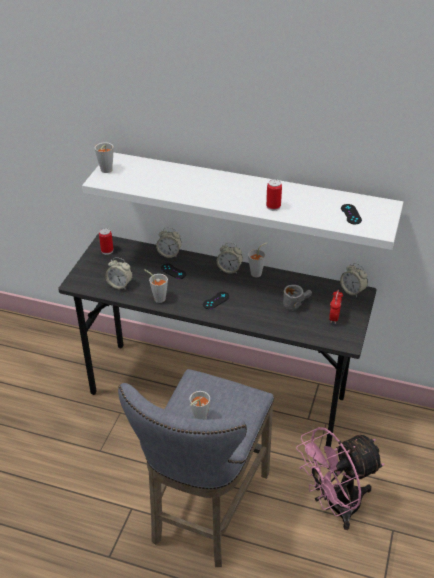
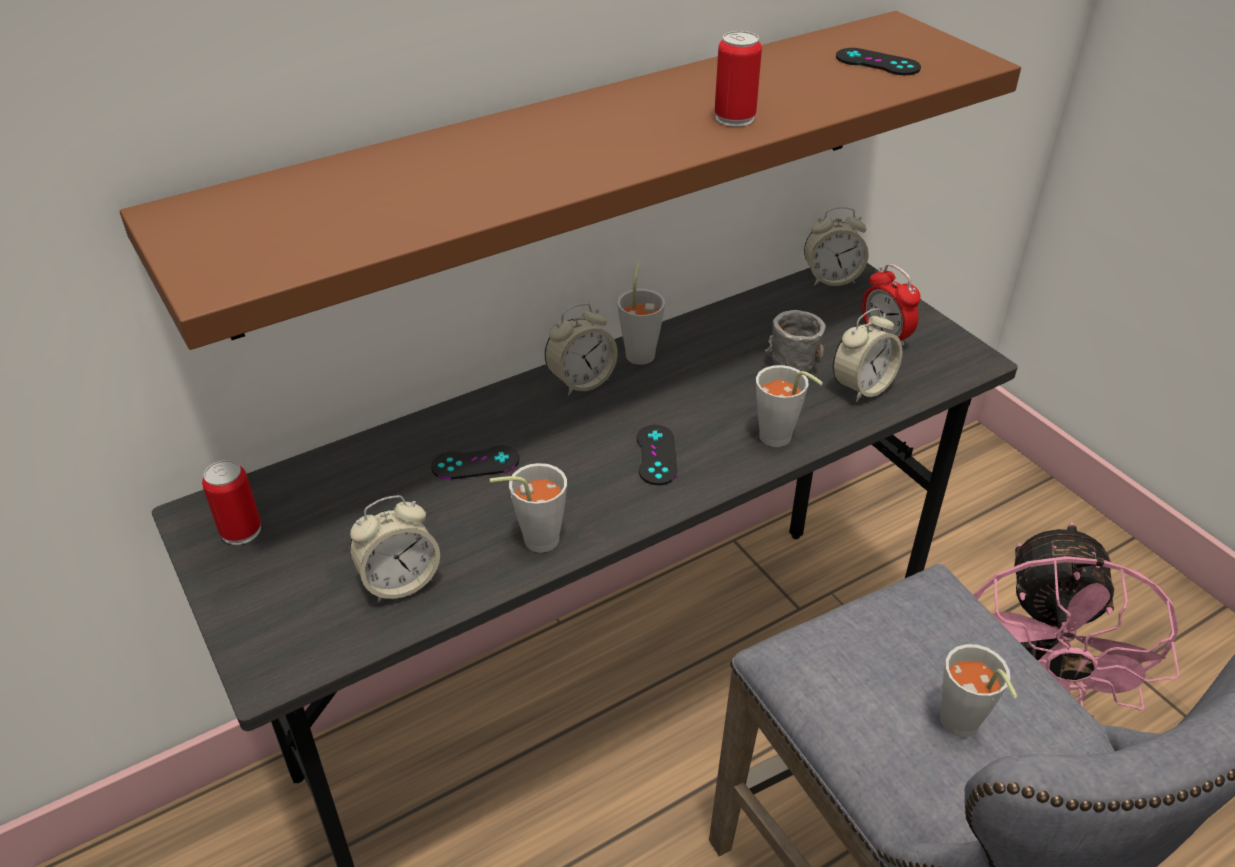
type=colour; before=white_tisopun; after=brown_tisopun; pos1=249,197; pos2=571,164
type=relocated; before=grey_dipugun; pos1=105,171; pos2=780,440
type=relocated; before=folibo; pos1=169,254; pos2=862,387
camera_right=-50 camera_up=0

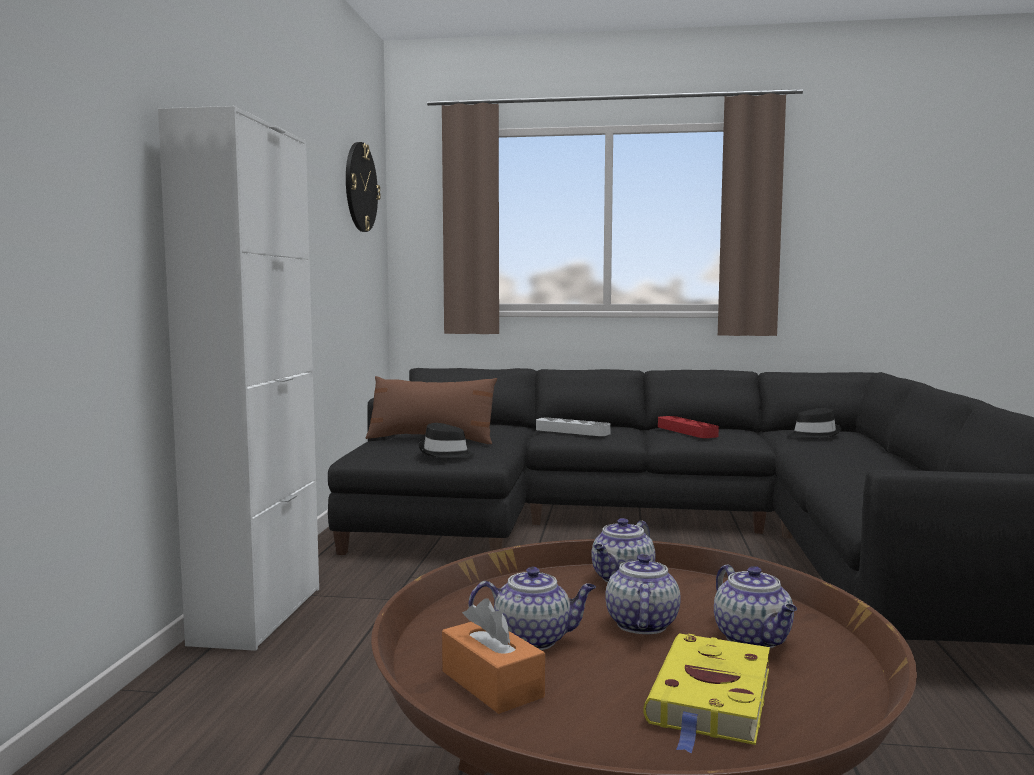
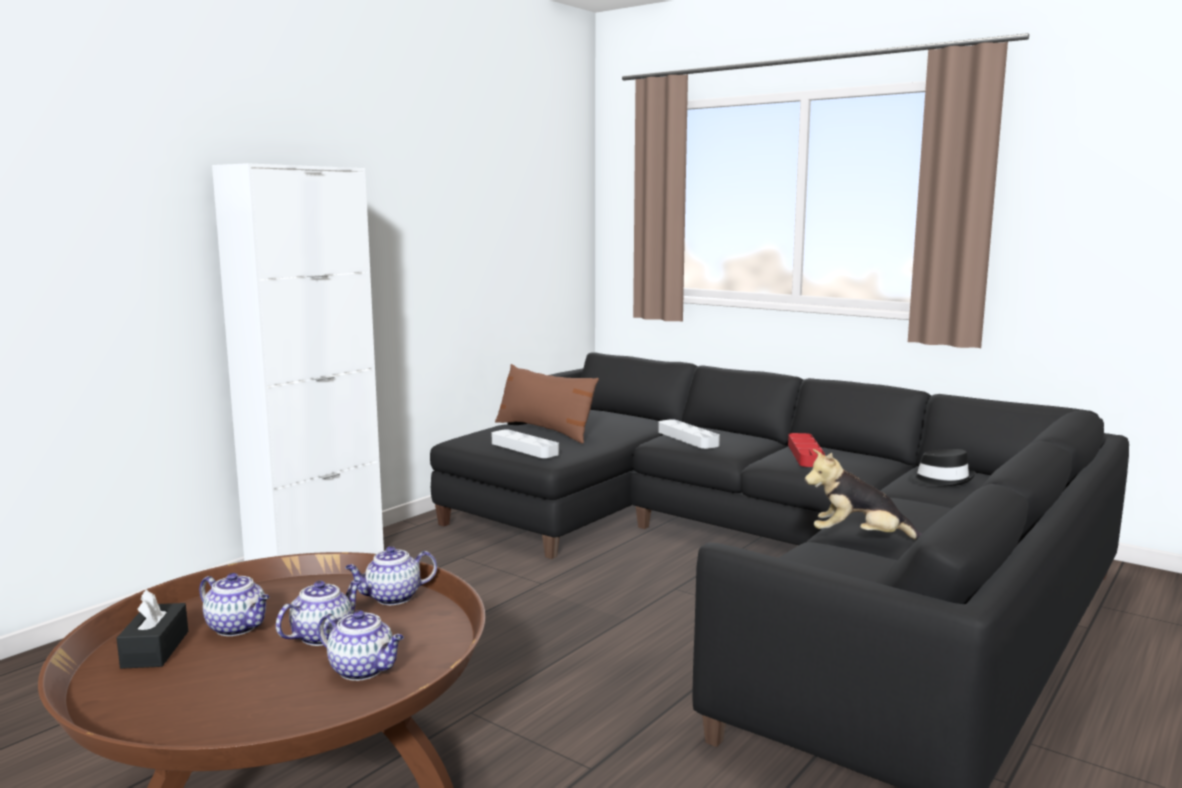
type=colour; before=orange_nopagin; after=black_nopagin; pos1=492,684; pos2=155,649
type=spun; before=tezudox; pos1=754,640; pos2=363,670; turn=-75
type=exchanged; before=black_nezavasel; after=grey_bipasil; pos1=445,453; pos2=524,448
type=appeared; after=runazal; pos2=859,538
type=missing; before=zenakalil; pos1=360,187
type=missing; before=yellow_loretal; pos1=711,699
camera_right=30 camera_up=5

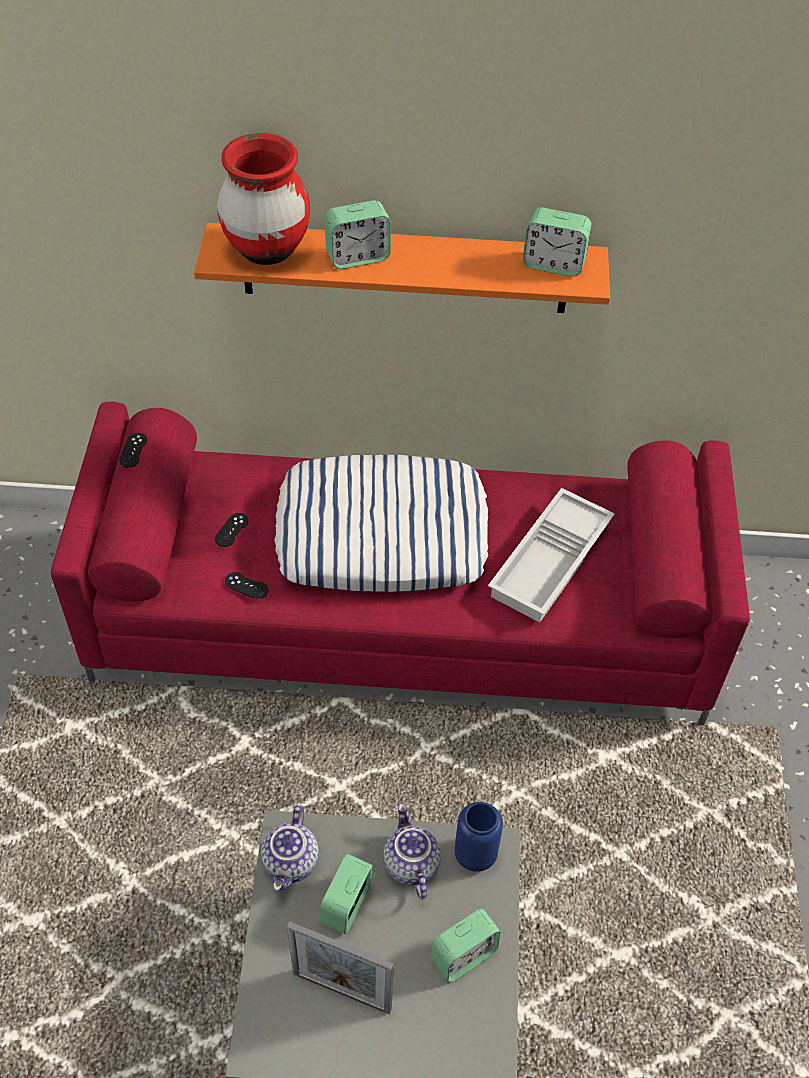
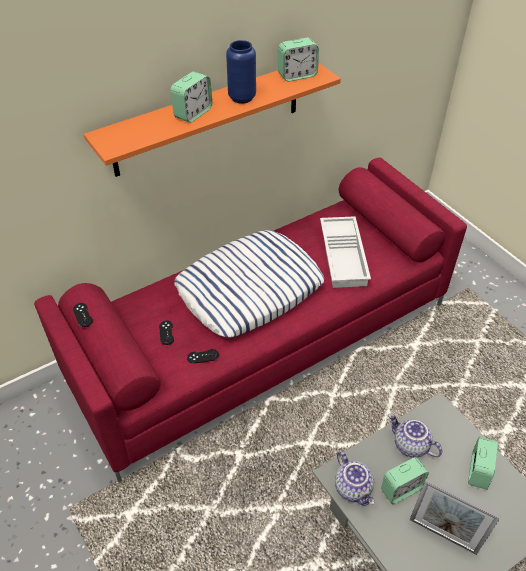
type=relocated; before=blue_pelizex; pos1=475,855; pos2=242,98
type=spun; before=folibo; pos1=346,905; pos2=401,489; turn=-105
type=spun; before=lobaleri; pos1=342,991; pos2=442,535; turn=45
type=missing; before=red_pelizex; pos1=266,249
camera_right=-35 camera_up=-5

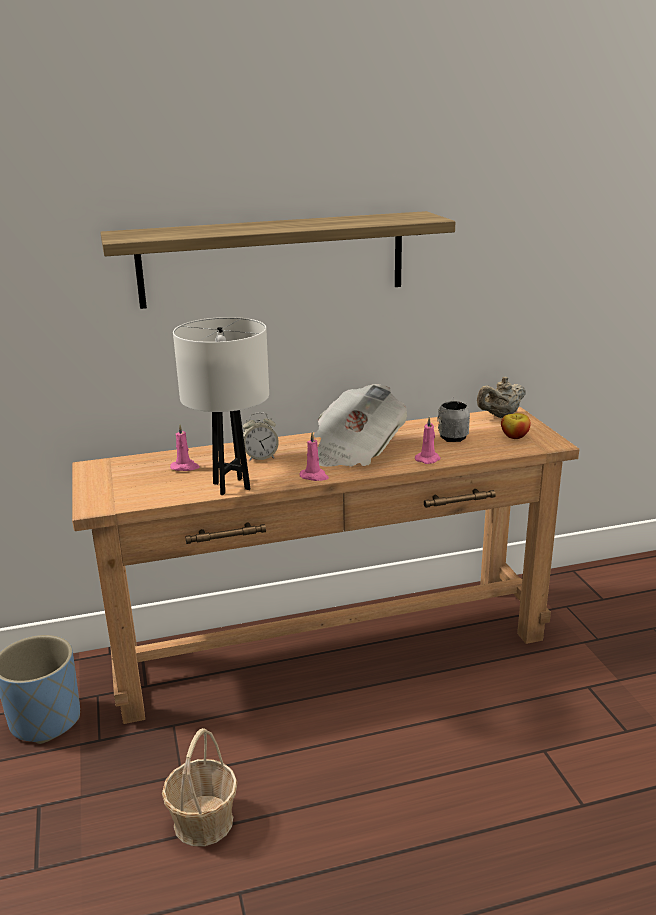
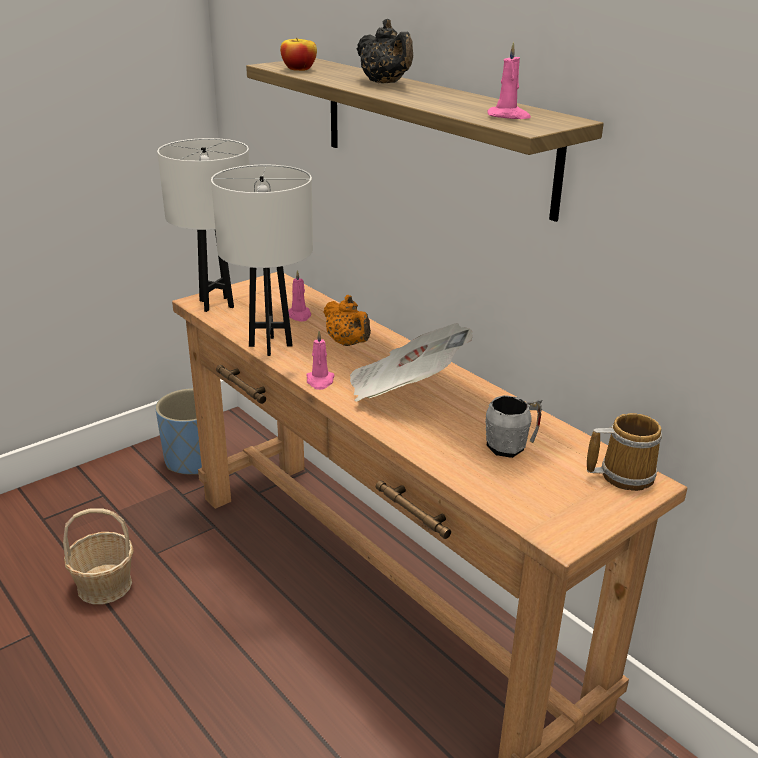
type=appeared; after=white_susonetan; pos2=216,304
type=relocated; before=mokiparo; pos1=514,436; pos2=299,69
type=exchanged; before=folibo; after=orange_tezudox; pos1=260,457; pos2=348,343
type=appeared; after=black_tezudox; pos2=385,83
type=relocated; before=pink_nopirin; pos1=428,459; pos2=509,116
type=exchanged; before=beige_tezudox; after=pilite; pos1=500,416; pos2=623,474
camera_right=65 camera_up=5

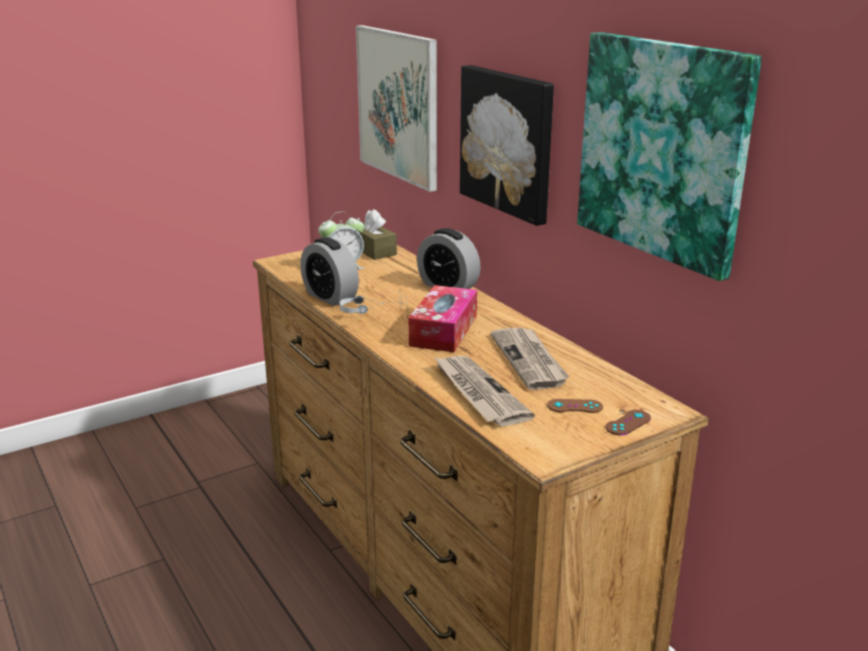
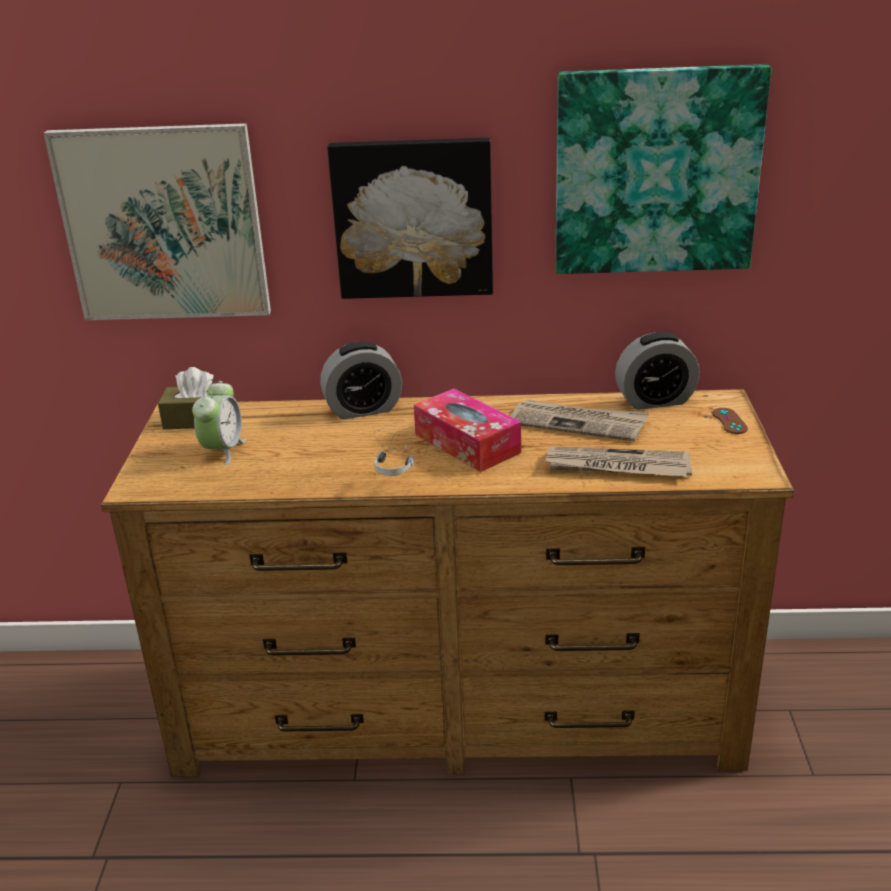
type=relocated; before=folibo; pos1=330,297; pos2=655,401
type=missing; before=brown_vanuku; pos1=575,406
camera_right=-55 camera_up=5

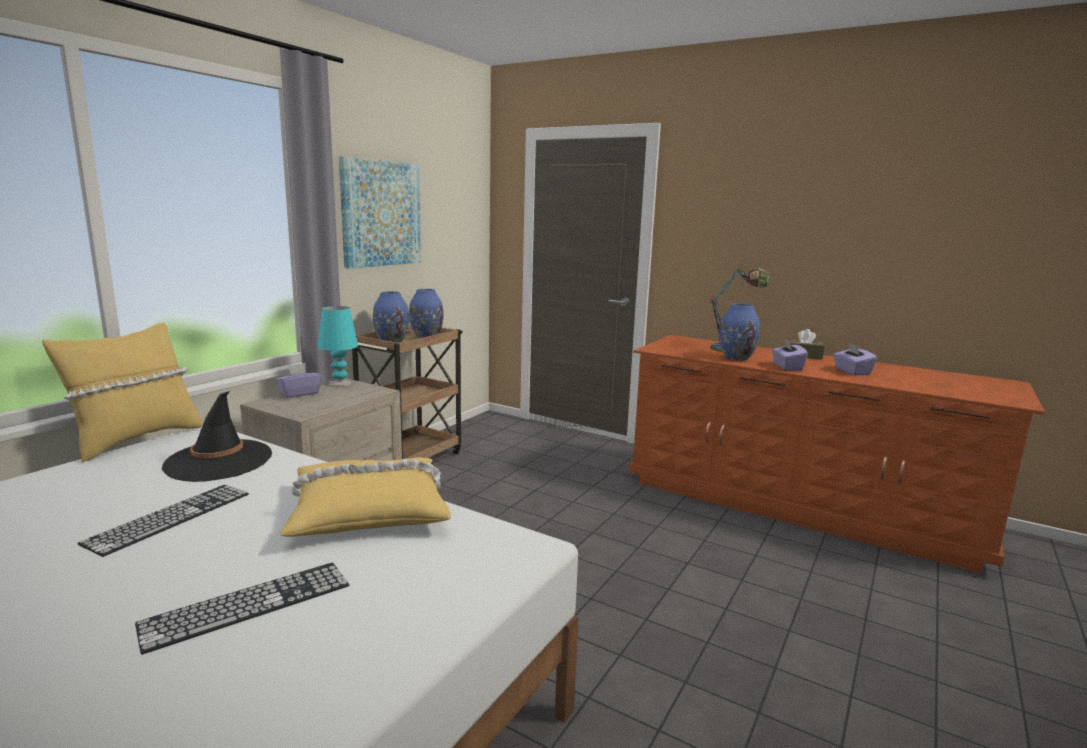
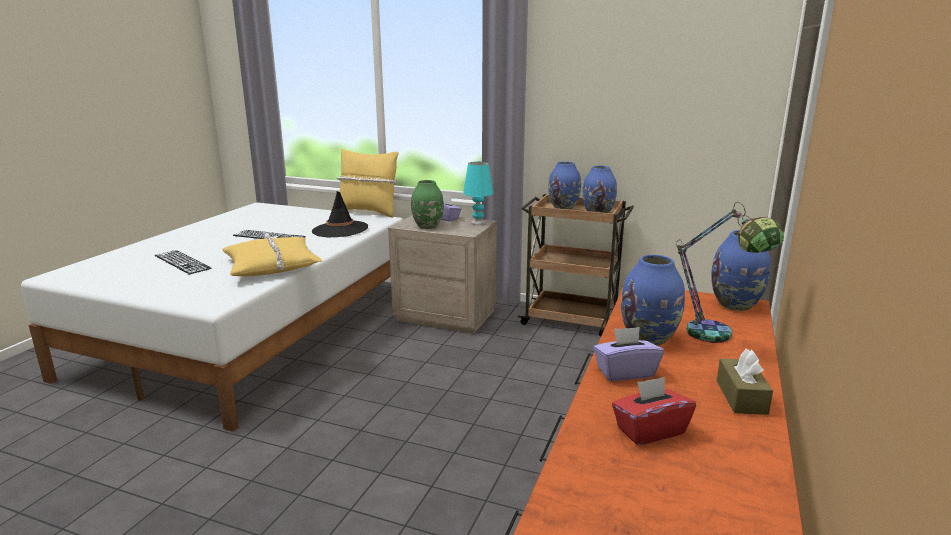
type=appeared; after=green_pelizex; pos2=428,226
type=colour; before=purple_nopagin; after=red_nopagin; pos1=851,372; pos2=649,430
type=appeared; after=blue_pelizex; pos2=735,305
type=missing; before=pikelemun; pos1=381,213
camera_right=80 camera_up=5

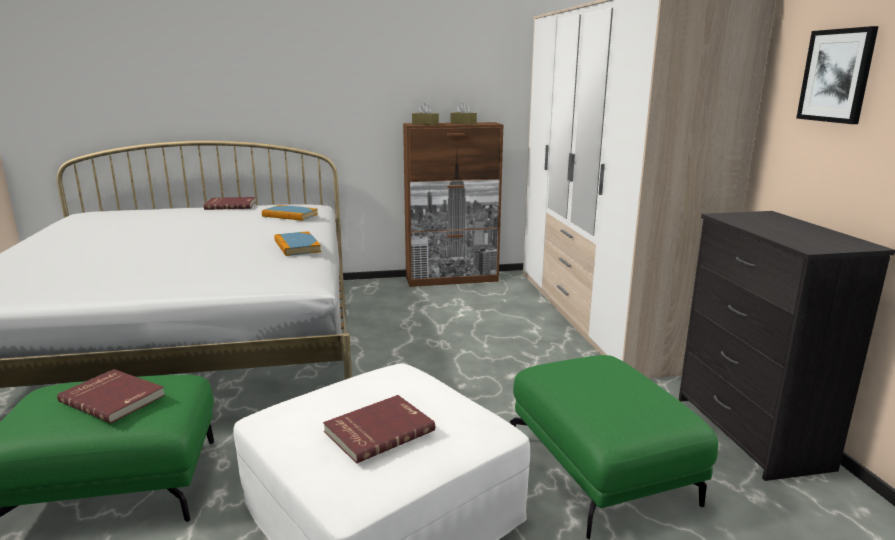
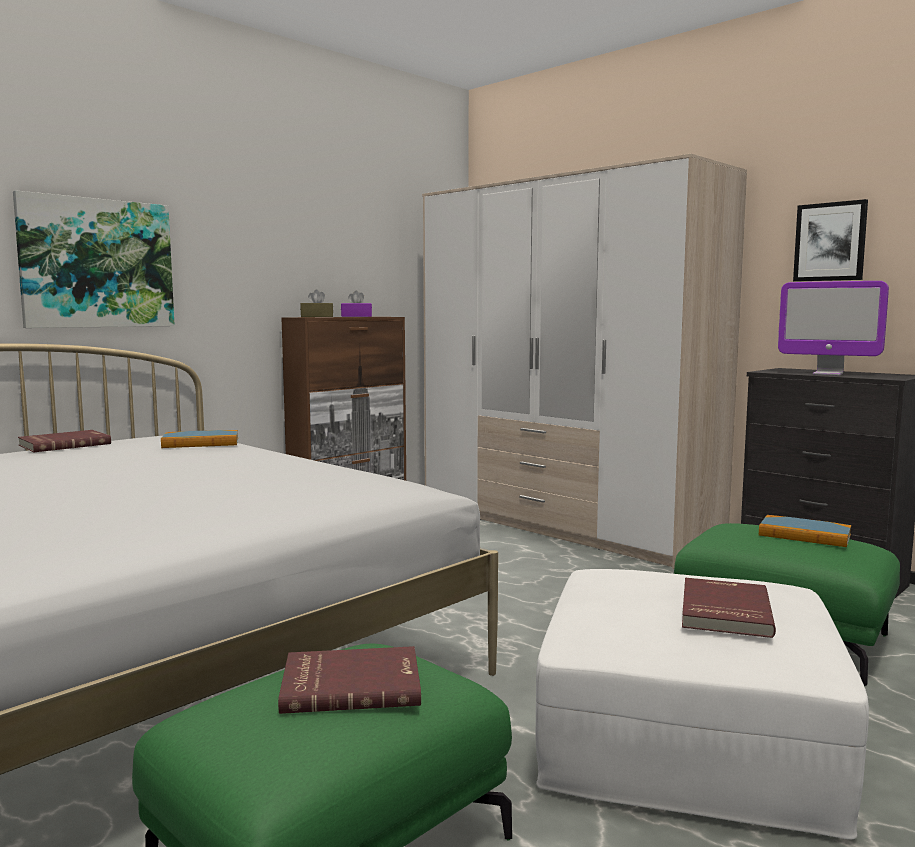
type=appeared; after=pikelemun; pos2=97,263
type=colour; before=brown_nopagin; after=purple_nopagin; pos1=463,123; pos2=356,316
type=relocated; before=loretal; pos1=297,246; pos2=804,535
type=appeared; after=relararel; pos2=828,374
camera_right=-35 camera_up=-10

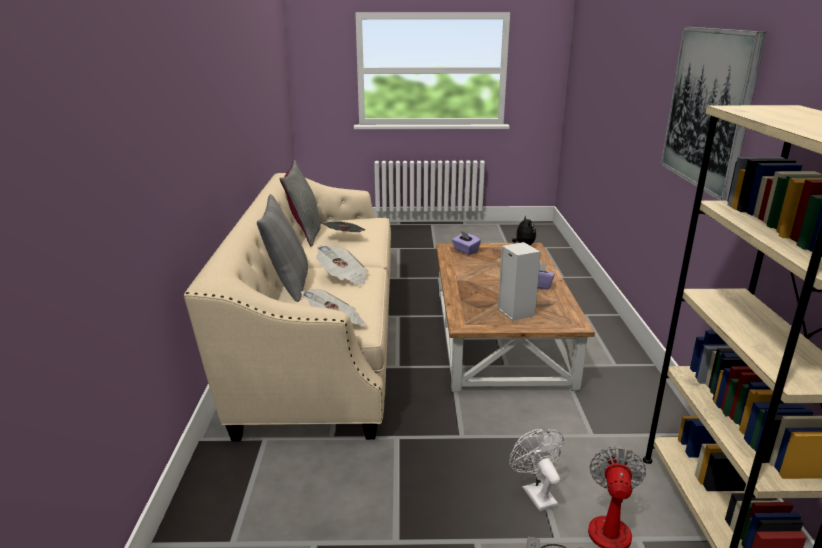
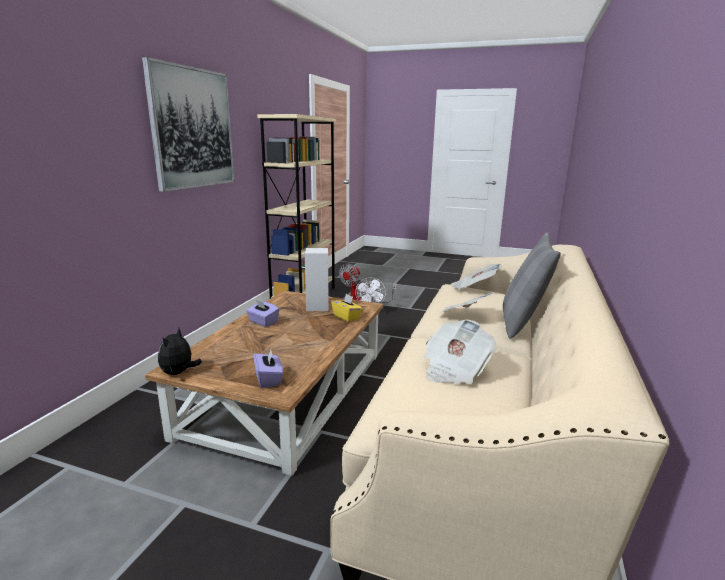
type=appeared; after=yellow_nopagin; pos2=347,317
type=missing; before=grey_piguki; pos1=305,234
camera_right=-160 camera_up=-5

